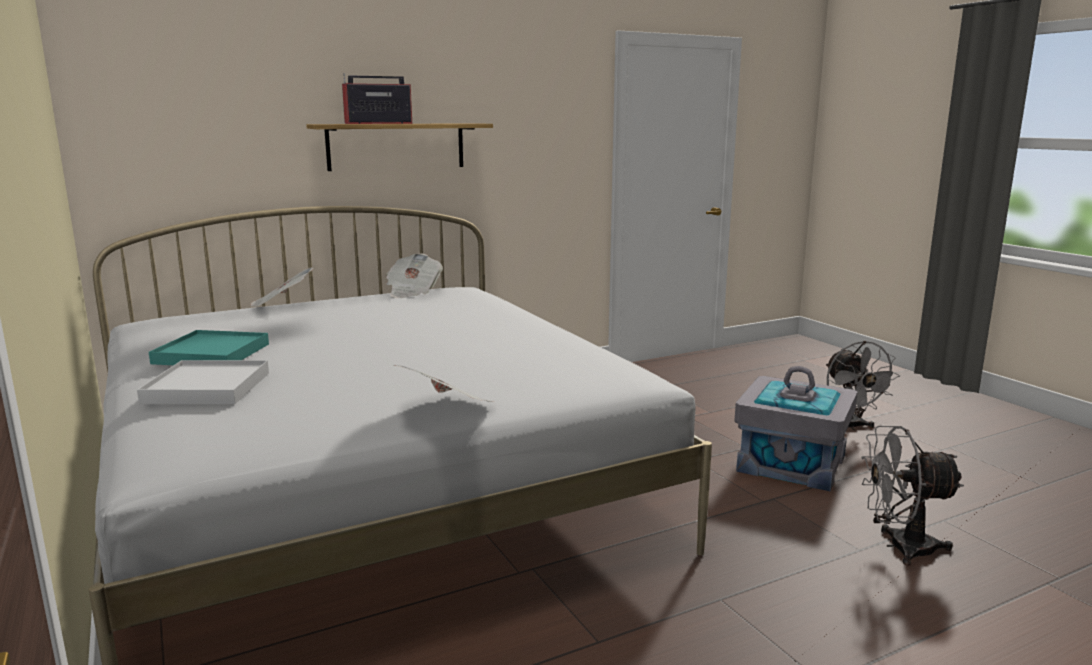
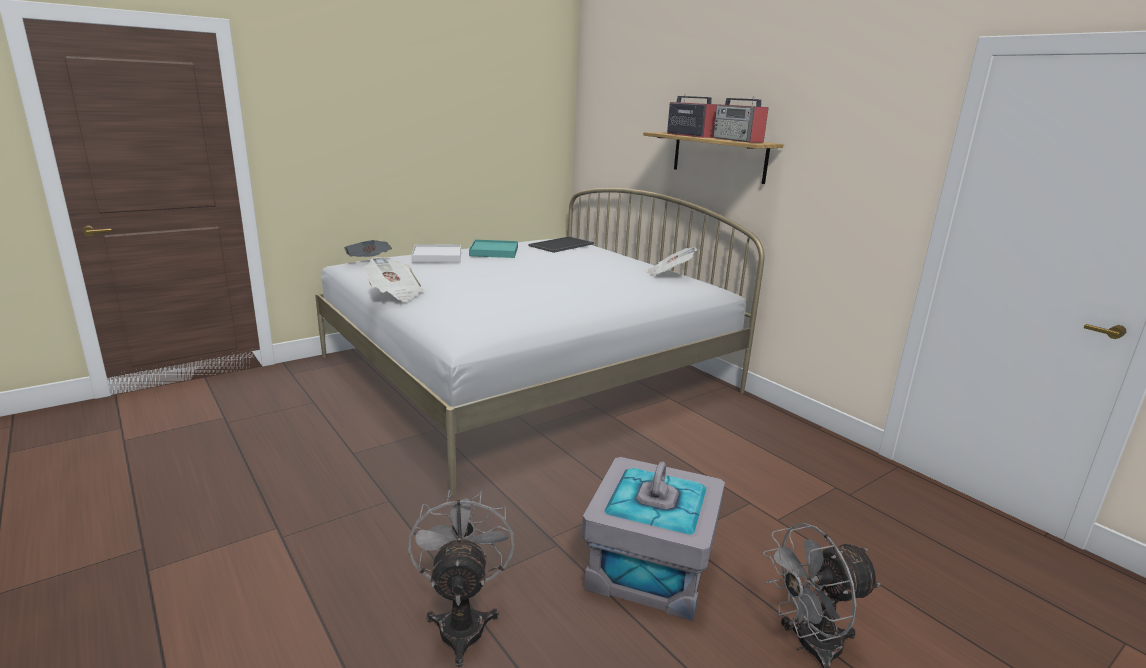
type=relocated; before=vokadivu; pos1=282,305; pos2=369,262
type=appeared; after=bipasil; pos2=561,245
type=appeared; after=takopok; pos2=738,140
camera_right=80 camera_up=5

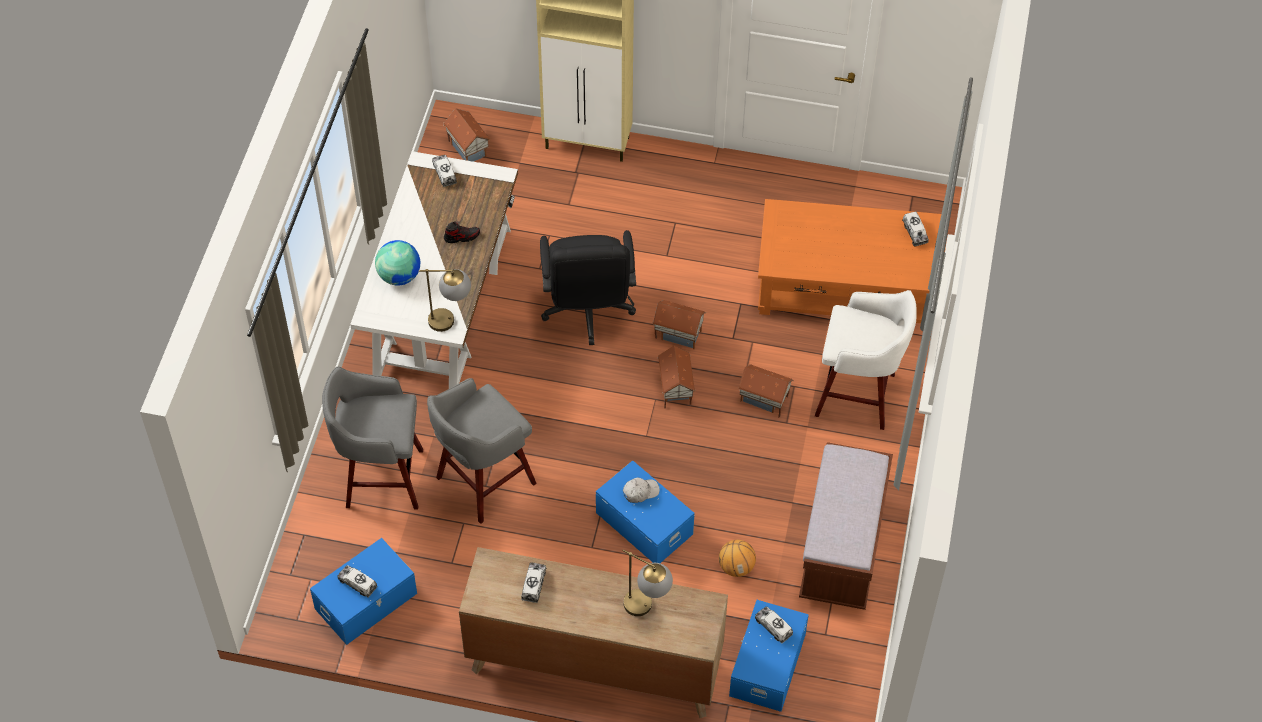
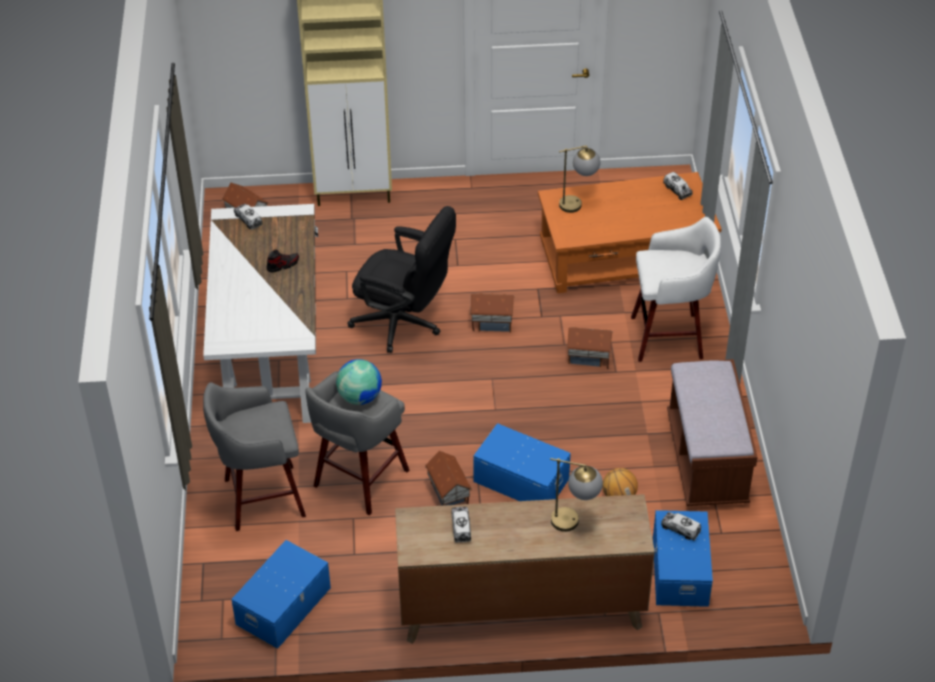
type=relocated; before=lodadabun; pos1=399,276; pos2=360,397
type=spun; before=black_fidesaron; pos1=588,313; pos2=404,324; turn=-45
type=relocated; before=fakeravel; pos1=674,389; pos2=447,495
type=relocated; before=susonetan; pos1=451,320; pos2=578,203
type=missing; before=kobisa; pos1=357,584
type=missing; before=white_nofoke; pos1=640,492
camera_right=-15 camera_up=-10

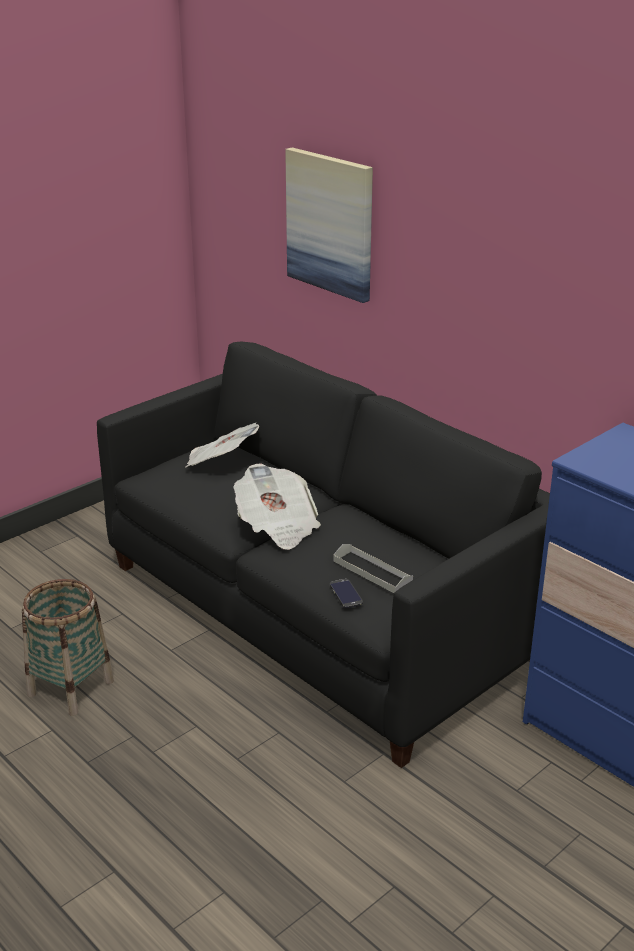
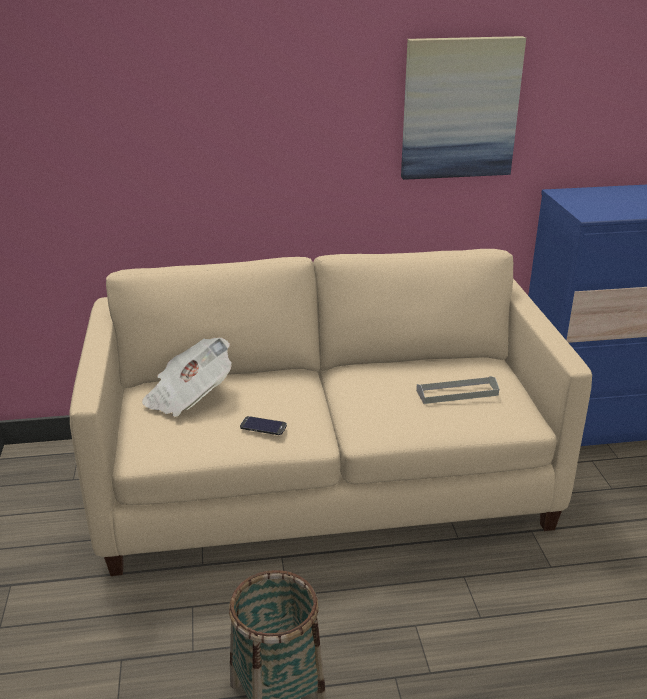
type=colour; before=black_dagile; after=beige_dagile; pos1=318,612; pos2=325,484
type=relocated; before=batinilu; pos1=346,594; pos2=263,426
type=relocated; before=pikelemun; pos1=330,223; pos2=459,108
type=missing; before=vokadivu; pos1=277,526
camera_right=-55 camera_up=0

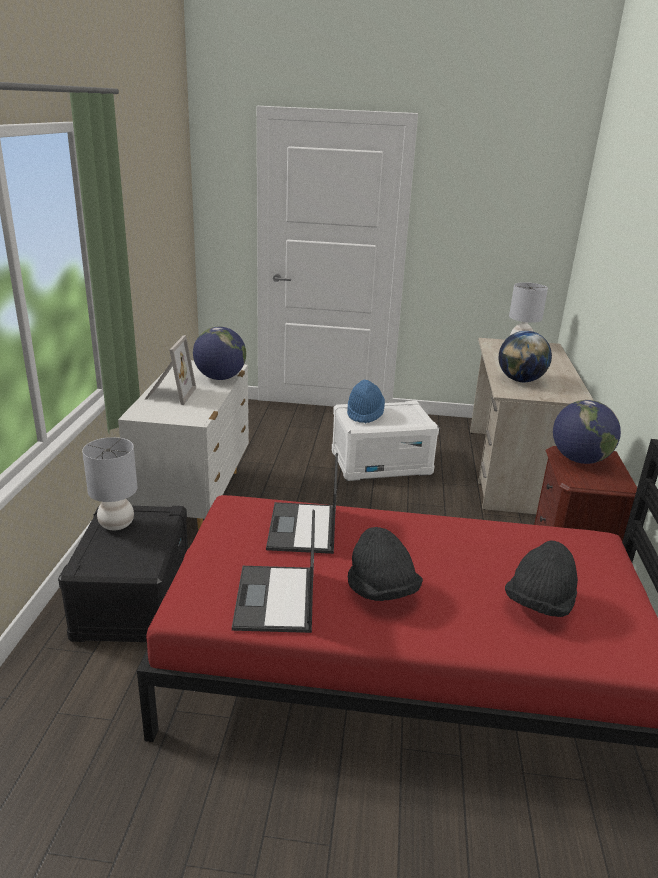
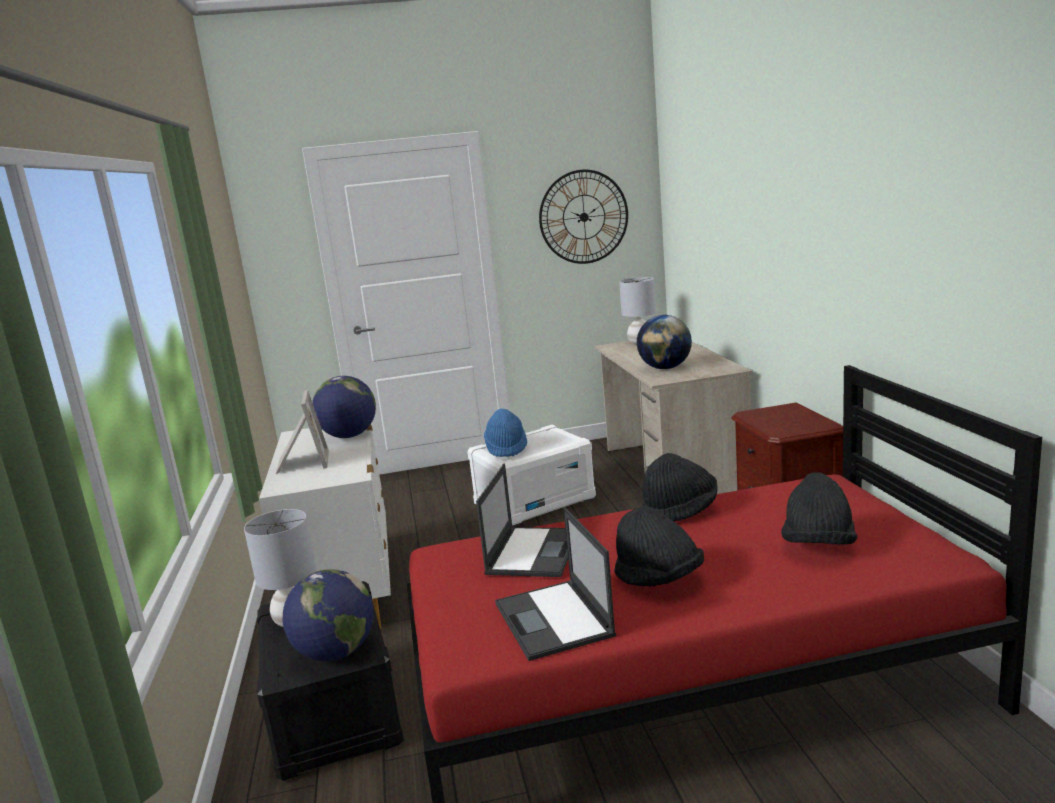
type=relocated; before=lodadabun; pos1=579,460; pos2=335,653
type=spun; before=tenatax; pos1=303,529; pos2=533,552; turn=-150
type=appeared; after=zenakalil; pos2=584,217
type=appeared; after=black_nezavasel; pos2=679,511
camera_right=-15 camera_up=-10

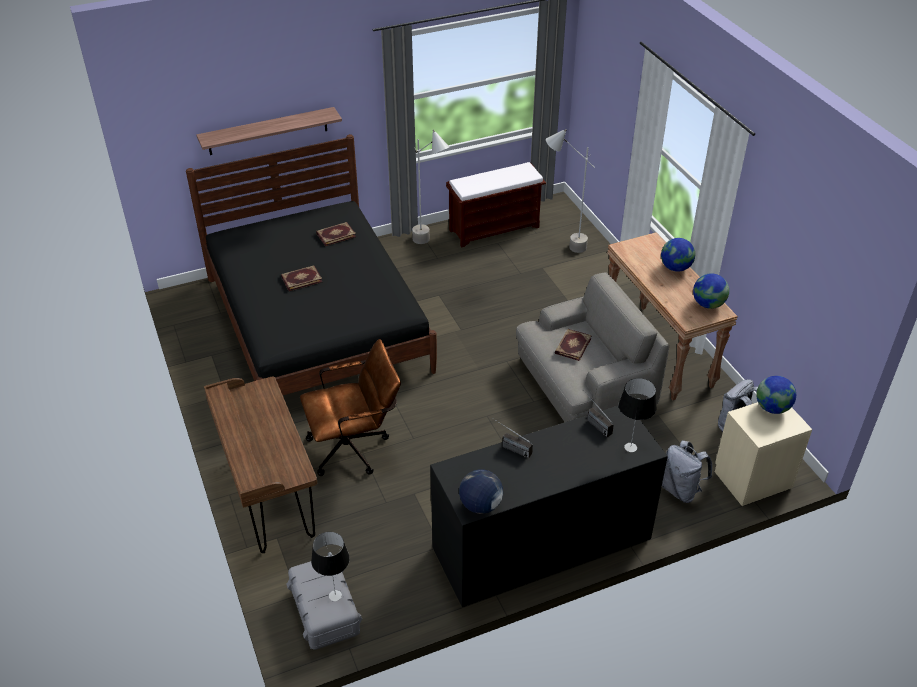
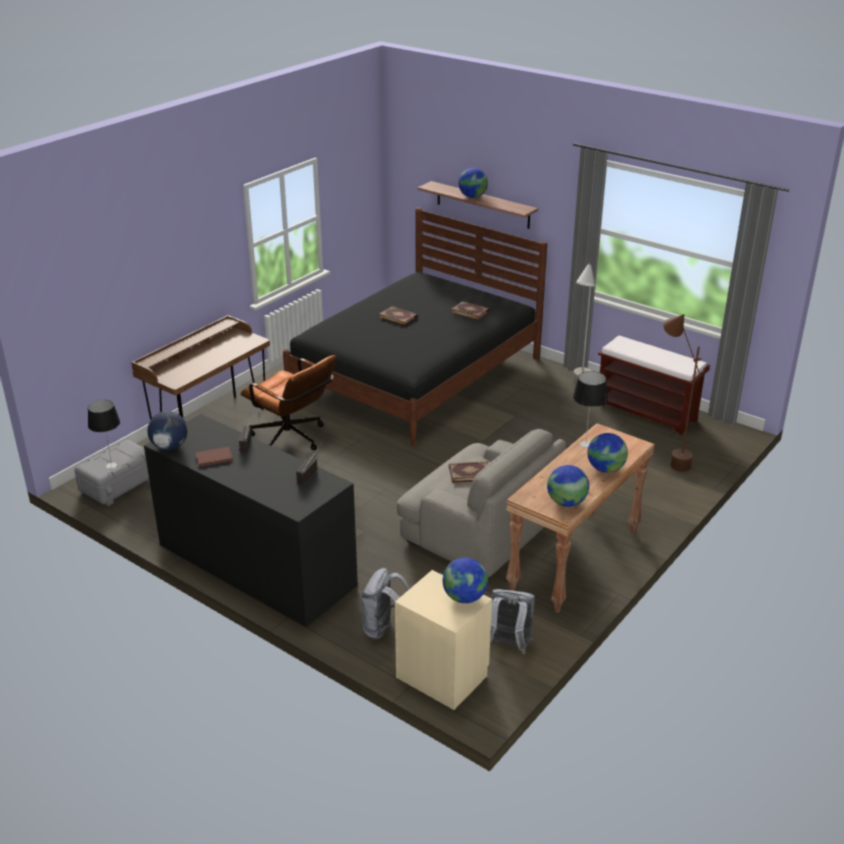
type=appeared; after=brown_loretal; pos2=213,458
type=appeared; after=lodadabun; pos2=472,196
type=relocated; before=susonetan; pos1=631,447; pos2=586,444
type=colour; before=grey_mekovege; after=brown_mekovege; pos1=563,247; pos2=669,457
camera_right=60 camera_up=-10

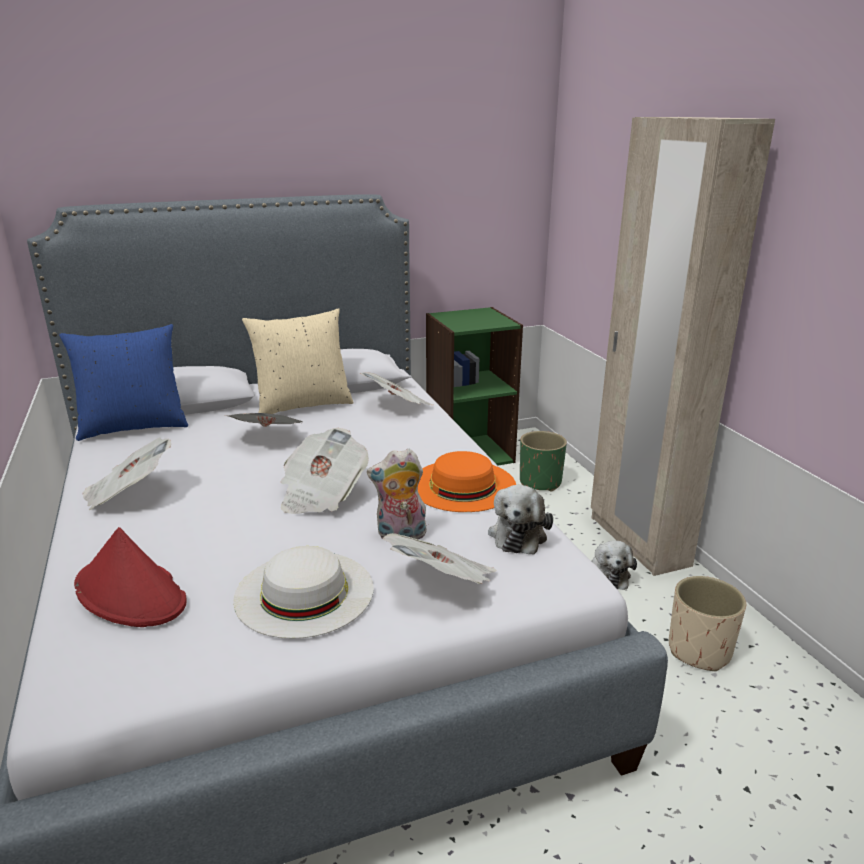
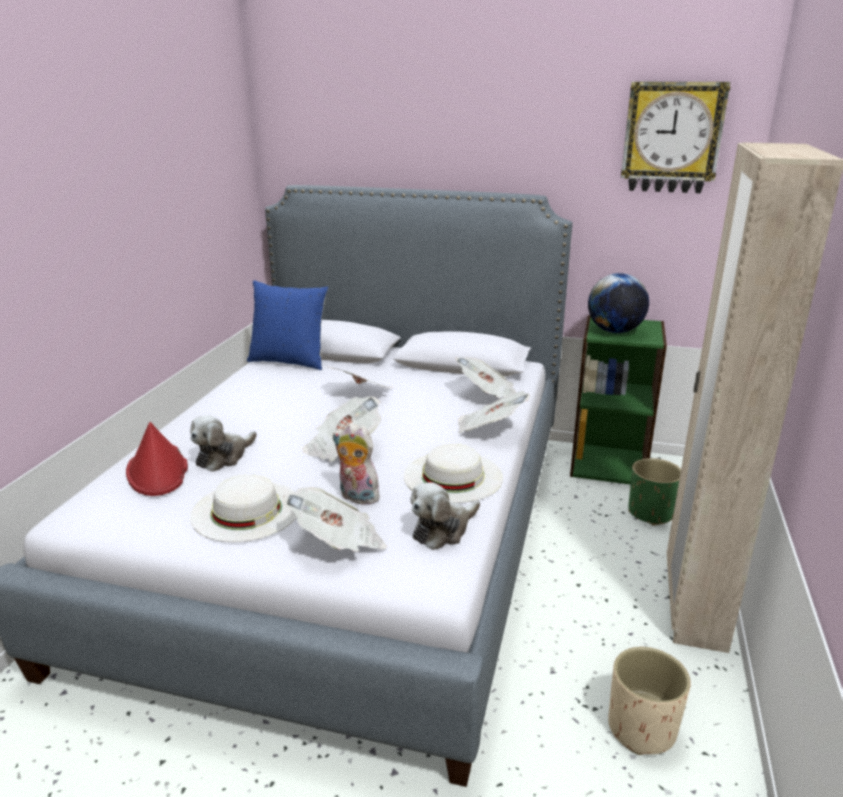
type=relocated; before=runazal; pos1=607,574; pos2=223,457
type=colour; before=orange_nezavasel; after=white_nezavasel; pos1=462,485; pos2=453,476
type=relocated; before=vokadivu; pos1=129,494; pos2=489,429
type=appeared; after=lodadabun; pos2=615,331
type=appeared; after=zenakalil; pos2=672,138
type=missing; before=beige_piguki; pos1=303,405
camera_right=35 camera_up=0

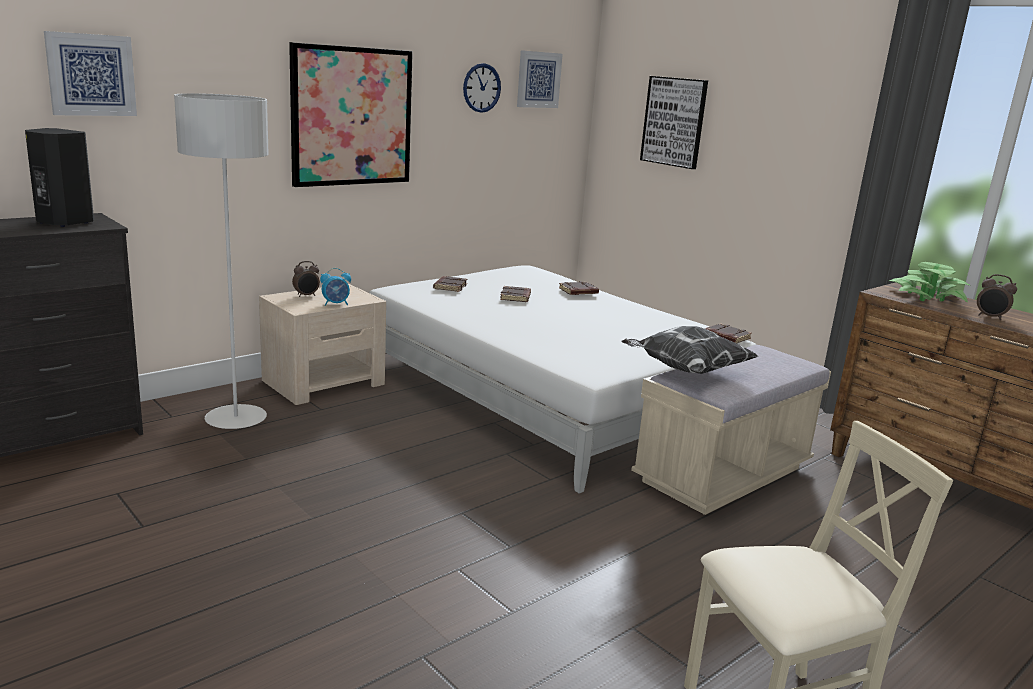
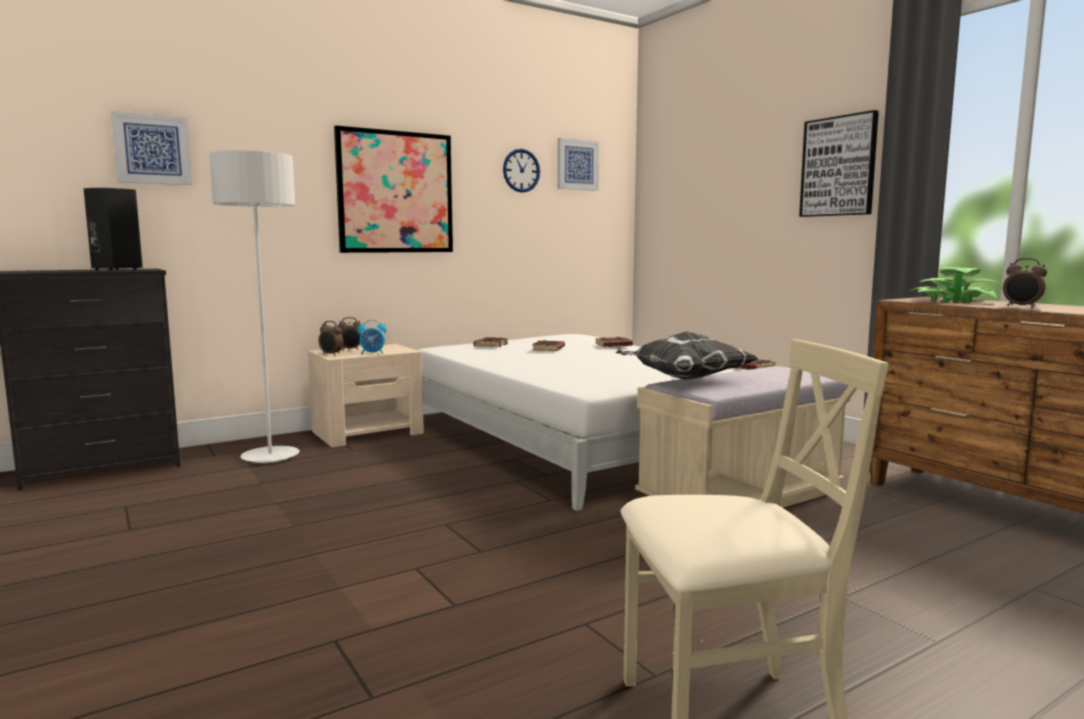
type=appeared; after=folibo; pos2=331,355
type=relocated; before=pikelemun; pos1=674,122; pos2=838,166
camera_right=10 camera_up=-10

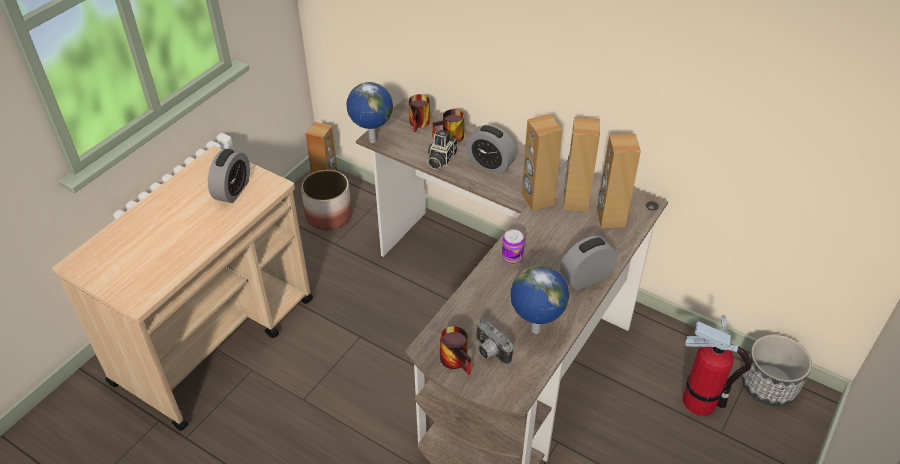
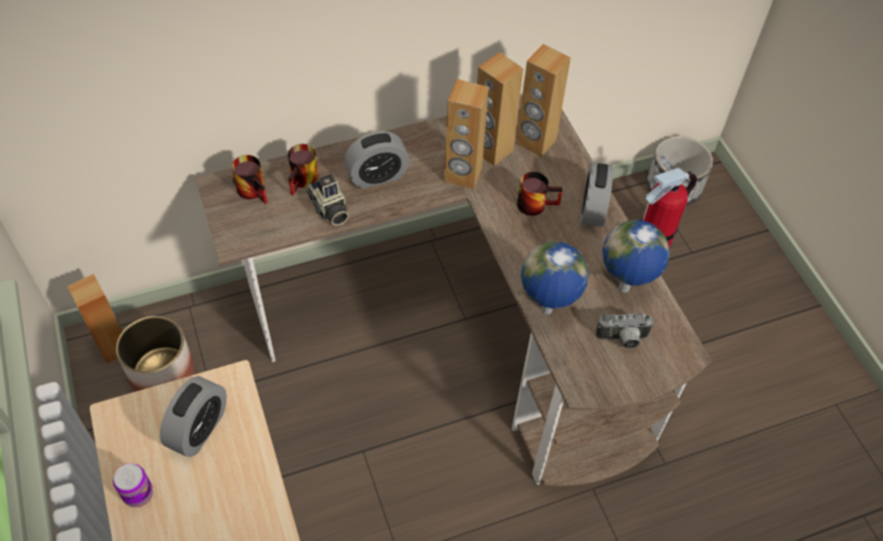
type=relocated; before=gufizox; pos1=512,257; pos2=138,493
type=spun; before=folibo; pos1=232,191; pos2=199,429; turn=60
type=relocated; before=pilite; pos1=458,360; pos2=536,203
type=relocated; before=lodadabun; pos1=371,141; pos2=547,311
camera_right=-55 camera_up=10

